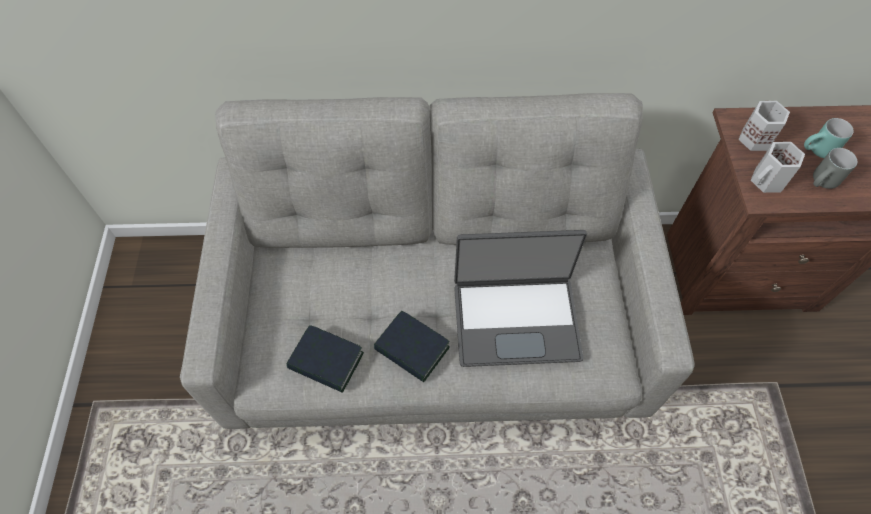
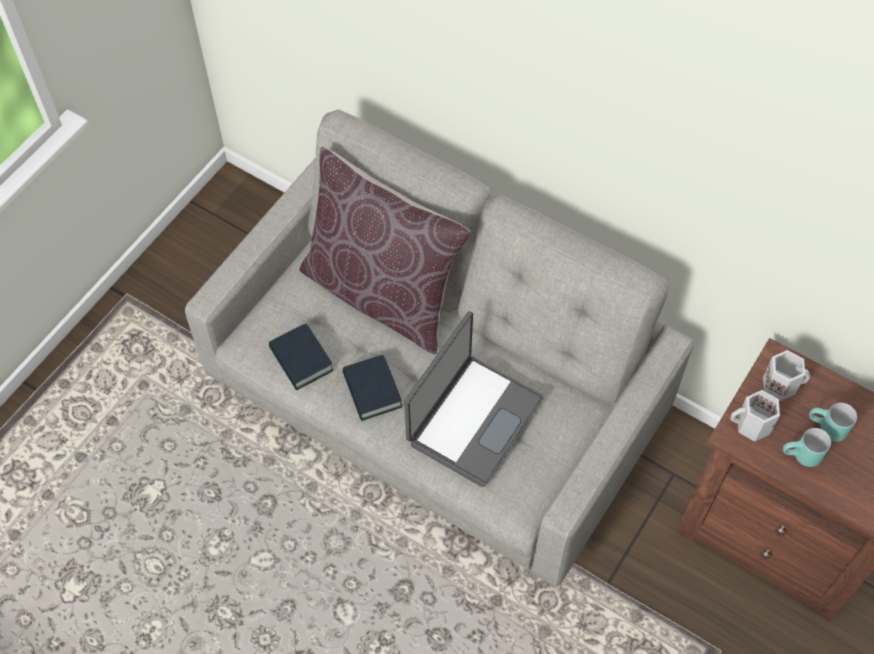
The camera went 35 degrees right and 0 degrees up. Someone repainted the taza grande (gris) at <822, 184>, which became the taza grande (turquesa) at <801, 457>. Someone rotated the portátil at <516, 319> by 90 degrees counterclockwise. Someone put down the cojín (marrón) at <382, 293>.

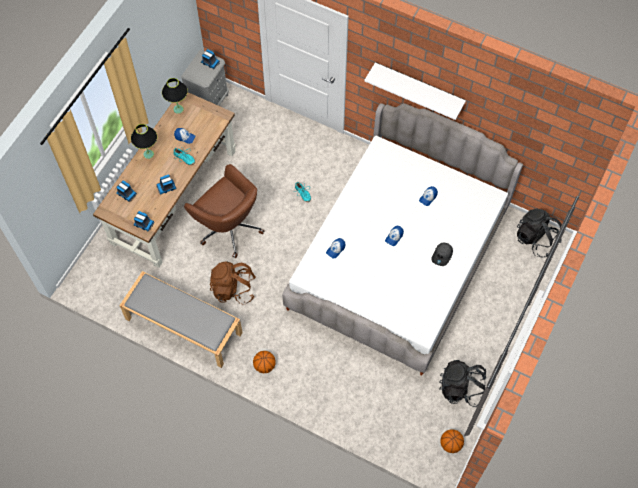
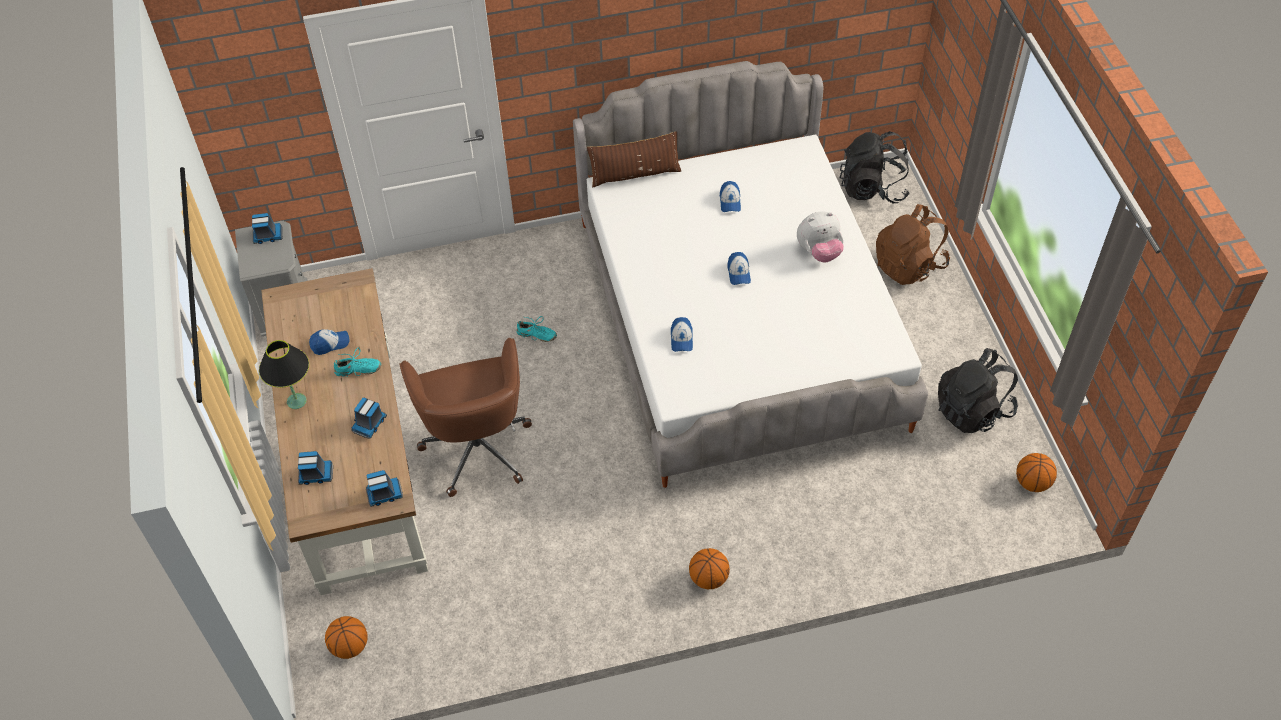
The camera went 40 degrees left and 10 degrees down. Someone took away the estante (blanco) at <419, 88>. Someone took away the lámpara de mesa (negro) at <178, 109>. Someone rotated the silla de oficina (marrón) at <229, 227> by 75 degrees clockwise. Someone swapped the gorra (gris) at <442, 255> for the peluche at <819, 252>. Someone carried the mochila (marrón) from <233, 289> to <909, 265>. Someone took away the banco (gris) at <182, 326>. Someone put down the cojín (marrón) at <635, 174>. Someone put down the balón de baloncesto at <349, 646>.

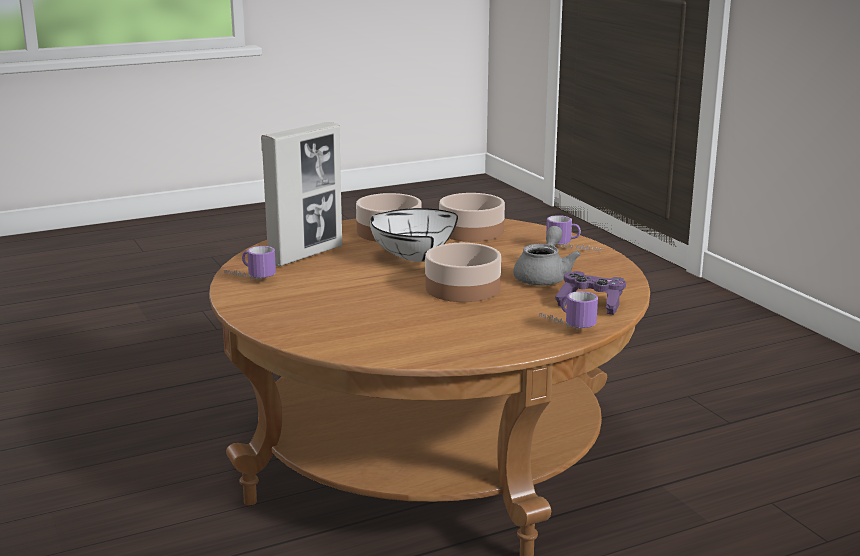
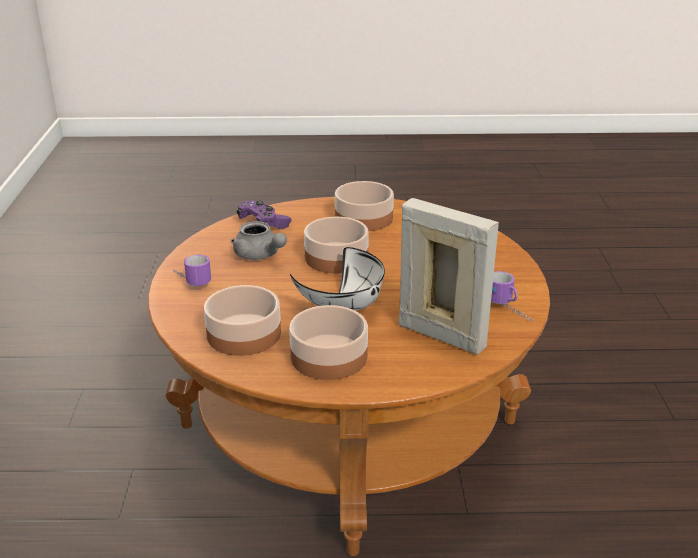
The camera went 155 degrees left and 10 degrees up. Someone rotated the portarretratos at <306, 255> by 60 degrees clockwise. Someone rotated the tetera (gris) at <544, 277> by 90 degrees counterclockwise. Someone took away the taza grande at <566, 326>. Someone put down the cuenco at <364, 218>.

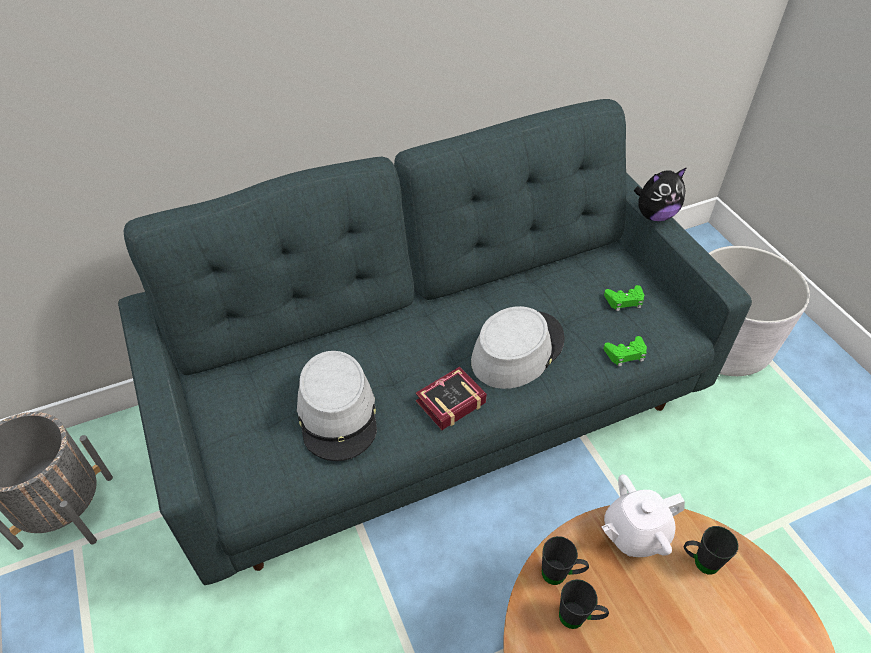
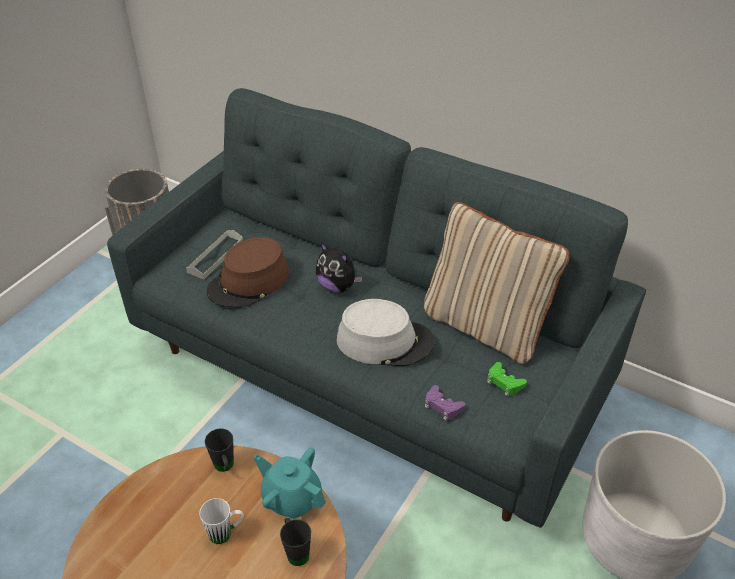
The camera went 55 degrees right and 5 degrees down. Someone carried the peluche from <654, 215> to <337, 286>. Someone repainted the mando de consola (verde) at <625, 354>, which became the mando de consola (morado) at <442, 406>. Someone repainted the sombrero (gris) at <338, 413>, which became the sombrero (marrón) at <249, 282>. Someone took away the libro at <447, 402>. Someone repainted the tetera (blanco) at <634, 533>, which became the tetera (turquesa) at <291, 498>. Someone took away the taza grande (negro) at <578, 618>. Someone put down the cojín (beis) at <485, 326>. Someone put down the bandeja (gris) at <215, 257>. Someone put down the taza grande (blanco) at <226, 533>.

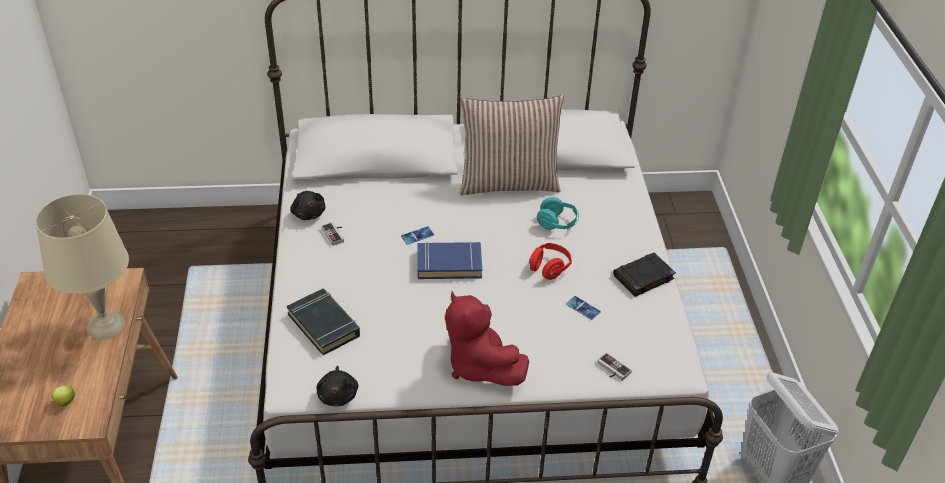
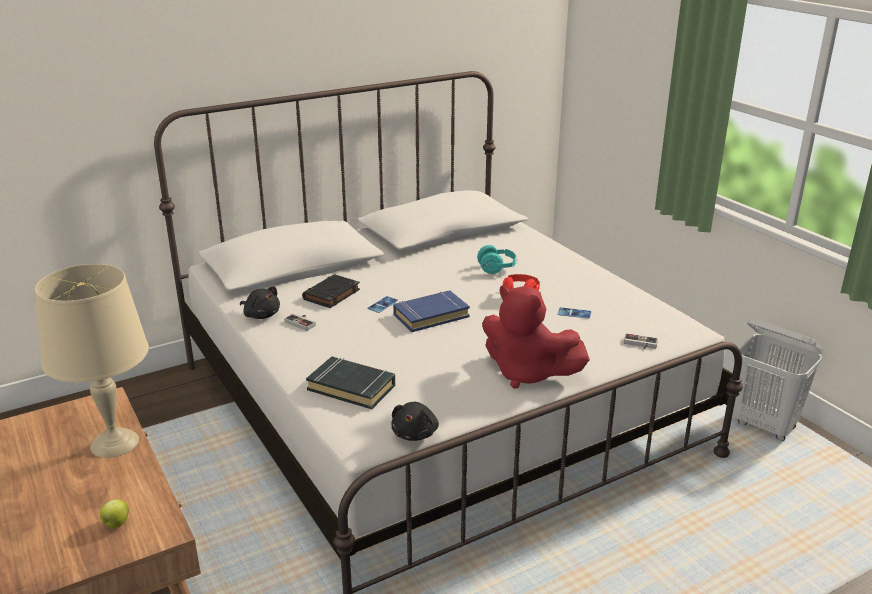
The camera went 25 degrees left and 15 degrees down. Someone took away the cojín at <509, 182>. Someone carried the libro (negro) from <643, 277> to <331, 295>. Someone rotated the peluche (negro) at <338, 395> by 45 degrees clockwise.

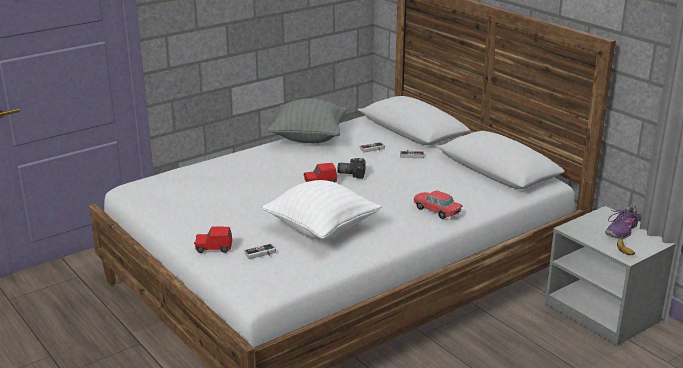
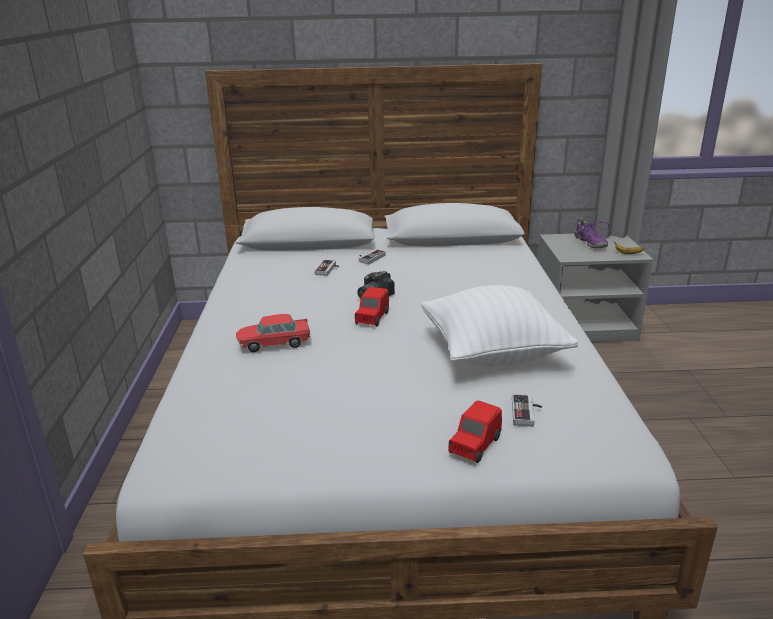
The camera went 55 degrees left and 0 degrees up. Someone took away the cojín (gris) at <309, 138>. Someone carried the coche de juguete from <436, 211> to <274, 343>.

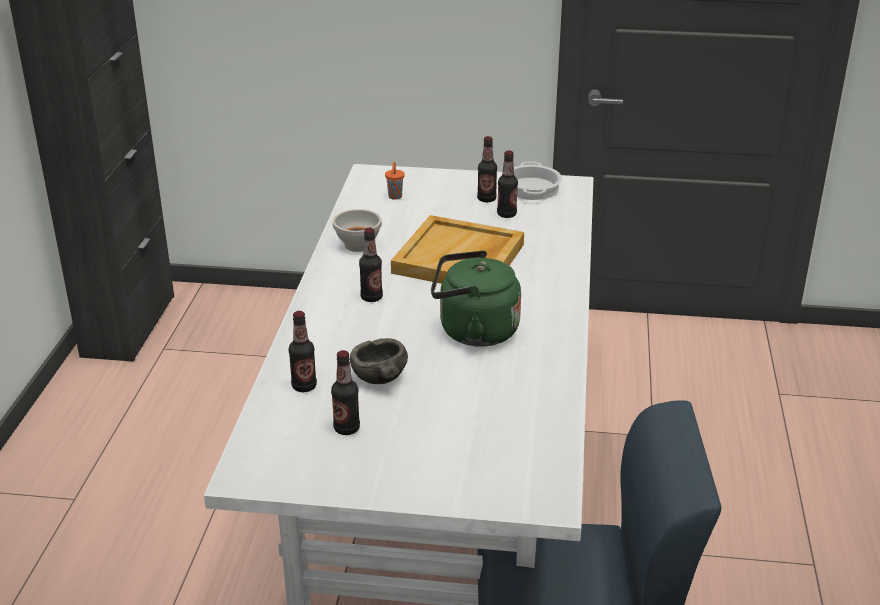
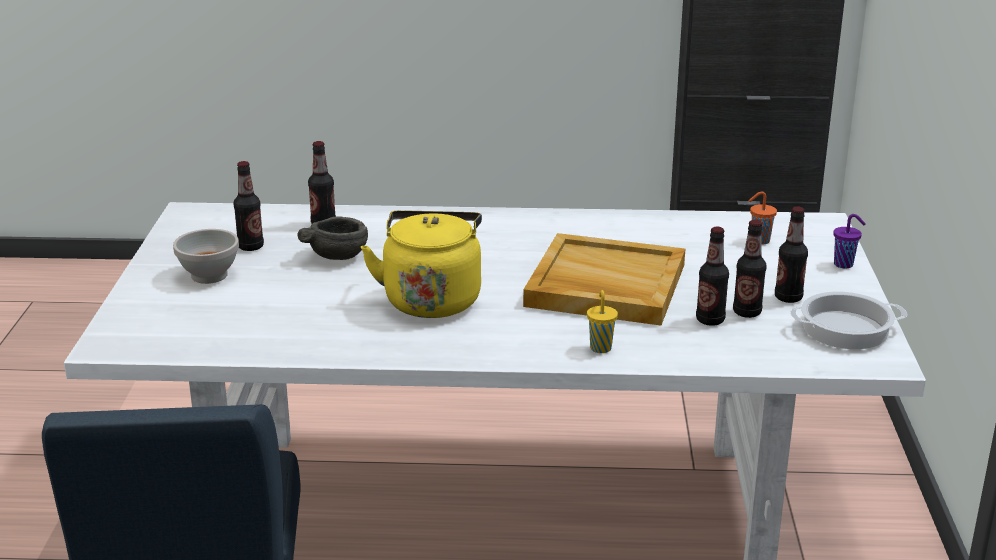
The camera went 85 degrees right and 5 degrees down. Someone carried the cuenco (blanco) from <358, 245> to <210, 275>. Someone carried the botella from <371, 297> to <710, 320>. Someone repainted the hervidor (verde) at <473, 331>, which became the hervidor (amarillo) at <432, 299>. Someone put down the taza (morado) at <844, 264>. Someone put down the taza (amarillo) at <600, 347>.

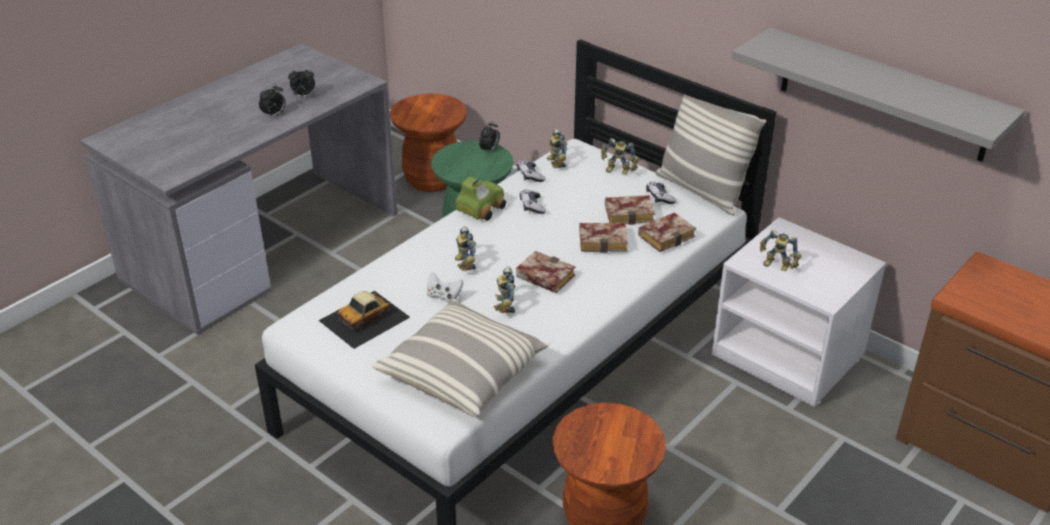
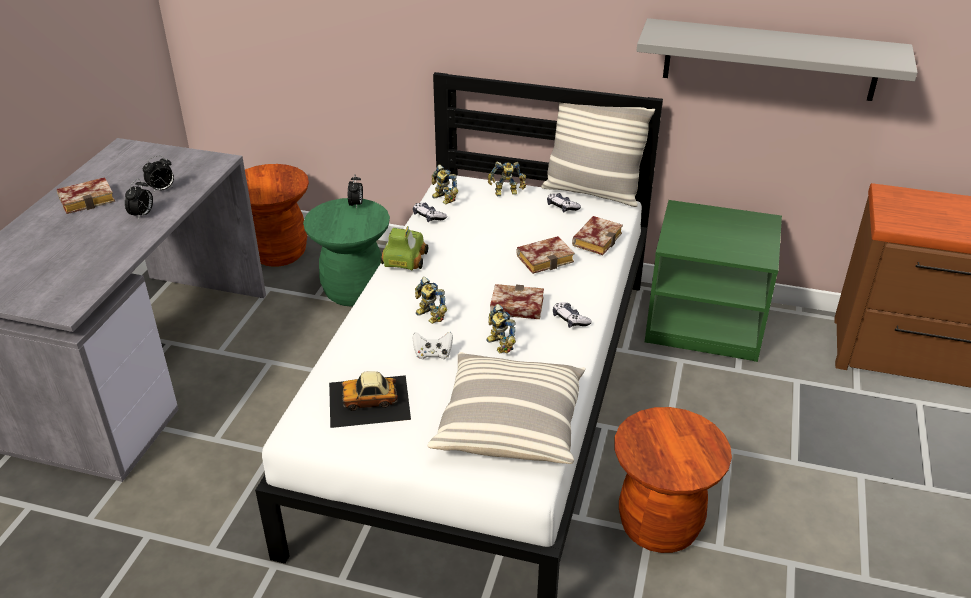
The camera went 25 degrees left and 0 degrees up. Someone carried the mando de consola from <532, 206> to <570, 320>. Someone carried the libro from <631, 213> to <89, 199>. Someone repainted the mesita de noche (blanco) at <789, 355>, which became the mesita de noche (verde) at <706, 323>. Someone took away the robot de juguete at <777, 266>. Someone rotated the coche de juguete at <365, 318> by 60 degrees clockwise.

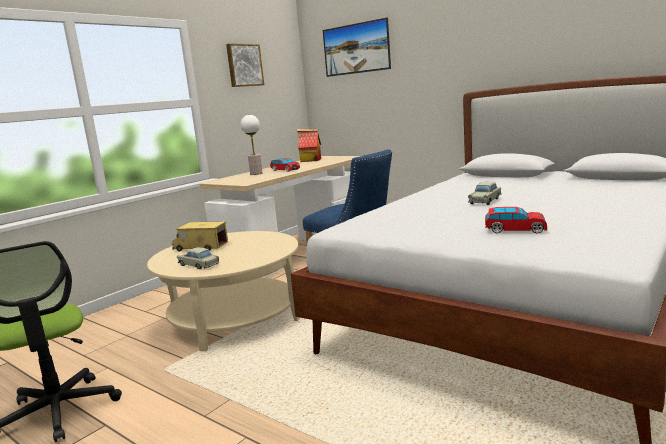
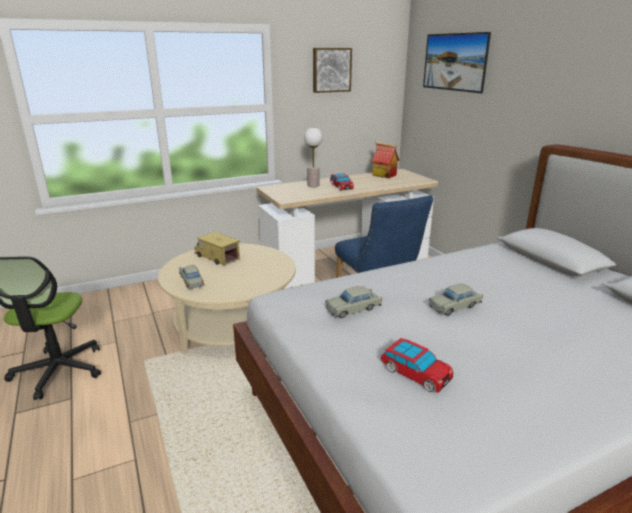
The camera went 25 degrees right and 10 degrees up. Someone put down the coche de juguete (beis) at <353, 309>.

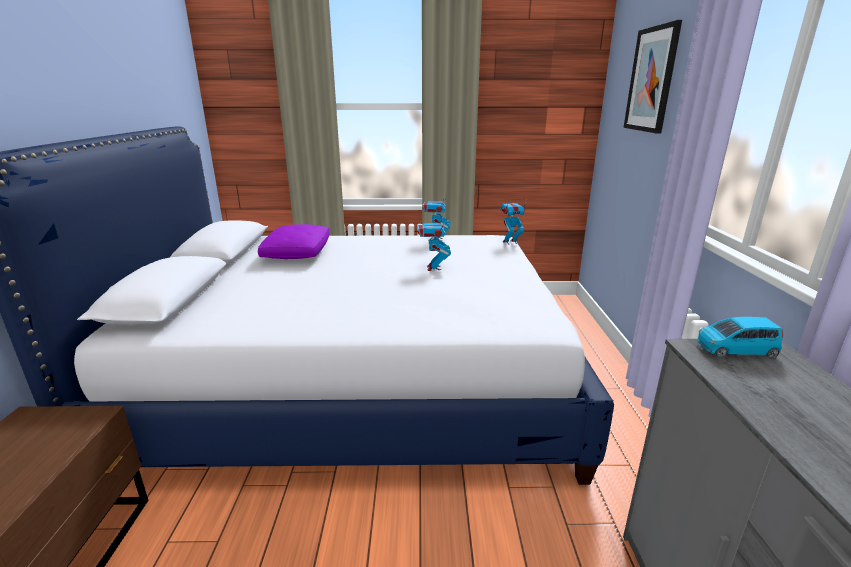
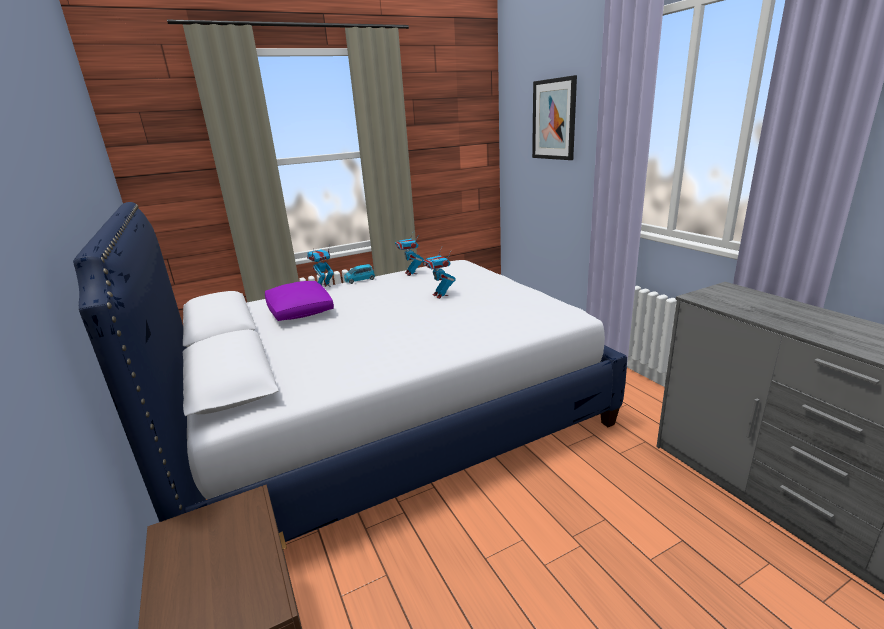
The camera went 25 degrees left and 0 degrees up. Someone carried the robot de juguete from <510, 242> to <323, 286>. Someone carried the coche de juguete (azul) from <735, 350> to <360, 280>.

